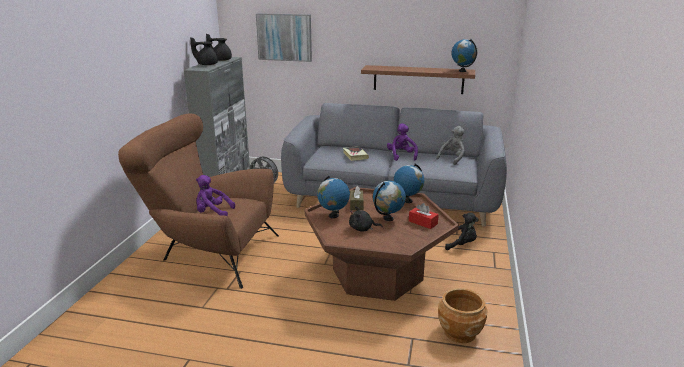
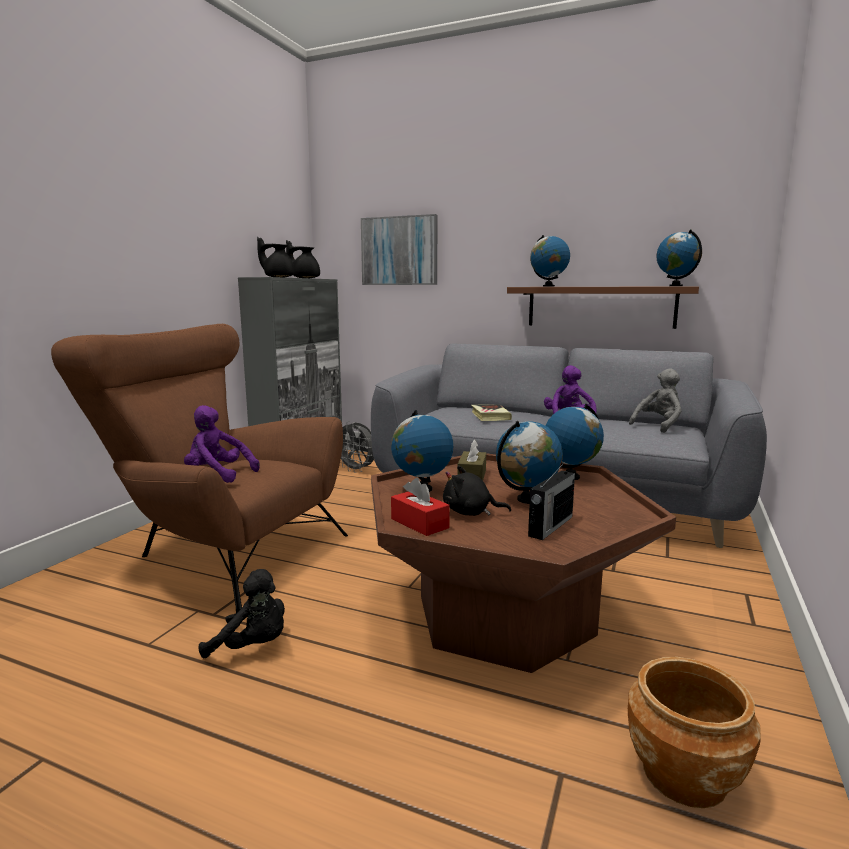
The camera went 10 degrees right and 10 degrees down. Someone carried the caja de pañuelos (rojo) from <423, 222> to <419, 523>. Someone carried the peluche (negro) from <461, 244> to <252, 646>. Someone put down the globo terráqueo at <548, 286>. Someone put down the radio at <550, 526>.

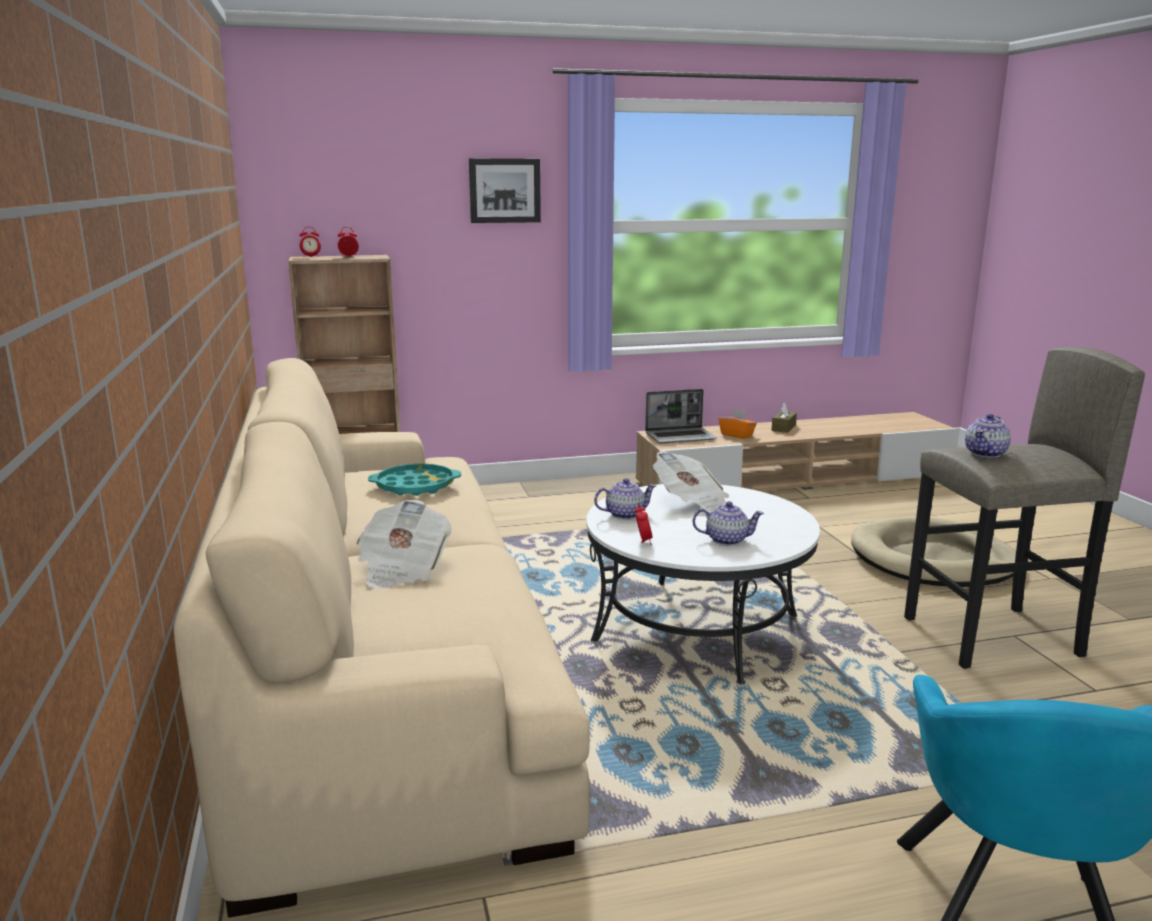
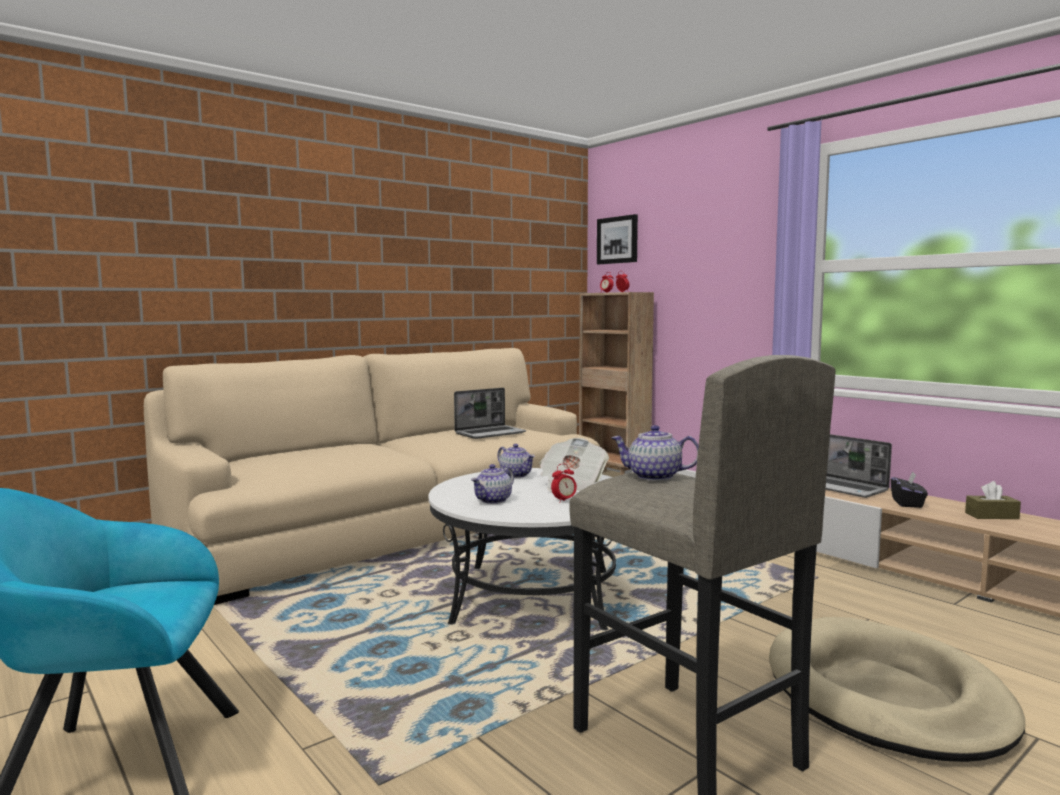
The camera went 65 degrees right and 10 degrees down. Someone carried the cuadro from <504, 190> to <617, 240>. Someone repainted the caja de pañuelos (naranja) at <737, 435>, which became the caja de pañuelos (negro) at <907, 503>. Someone swapped the bandeja (turquesa) at <415, 486> for the portátil at <490, 433>. Someone took away the periódico at <402, 569>. Someone rotated the tetera at <727, 540> by 60 degrees clockwise. Someone carried the despertador from <643, 542> to <564, 500>.

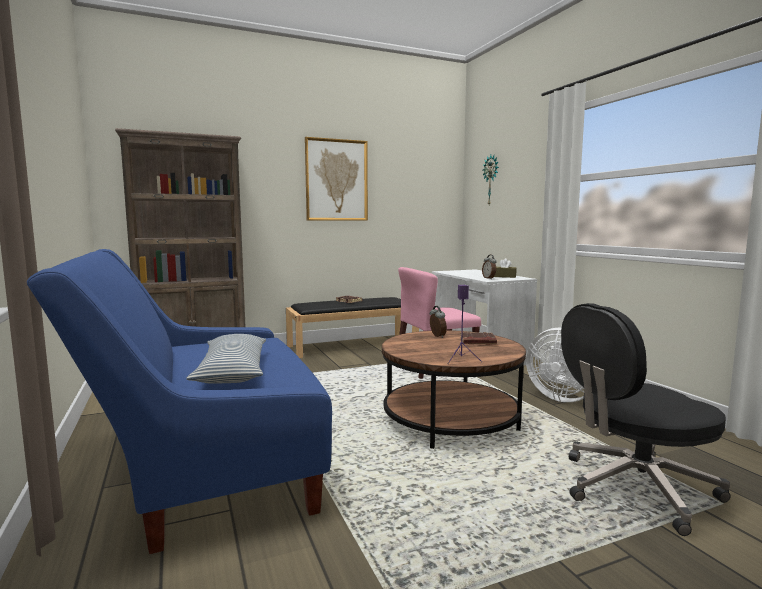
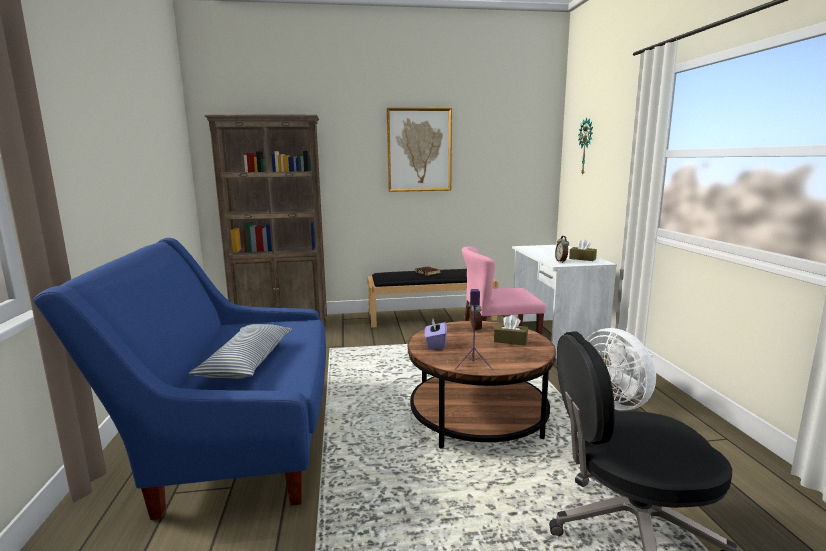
The camera went 15 degrees right and 5 degrees up. Someone swapped the libro (marrón) at <477, 342> for the caja de pañuelos (marrón) at <510, 341>. Someone put down the caja de pañuelos (morado) at <435, 344>.

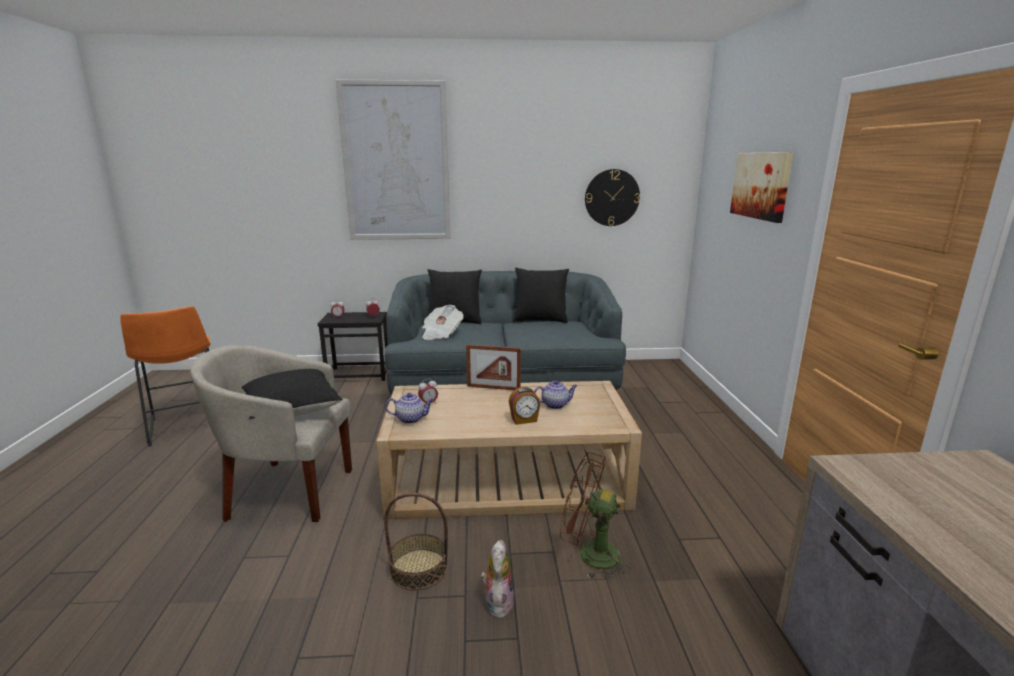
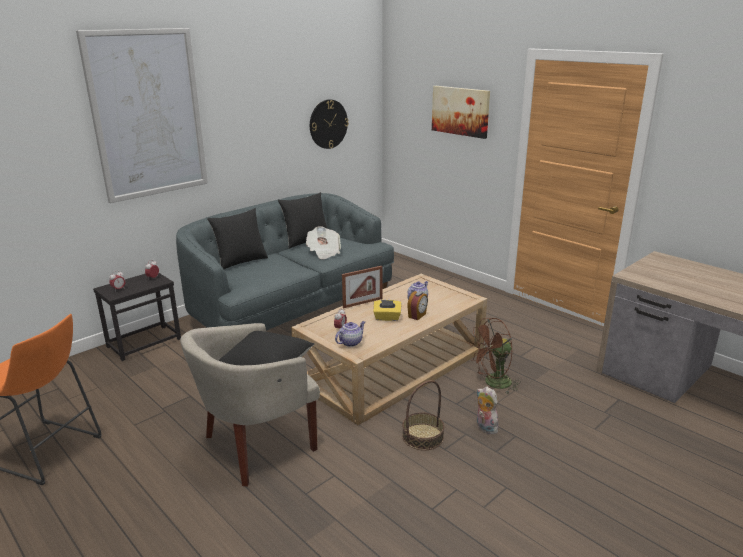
The camera went 40 degrees left and 5 degrees up. Someone carried the periódico from <441, 334> to <324, 252>. Someone put down the caja de pañuelos (amarillo) at <387, 318>.

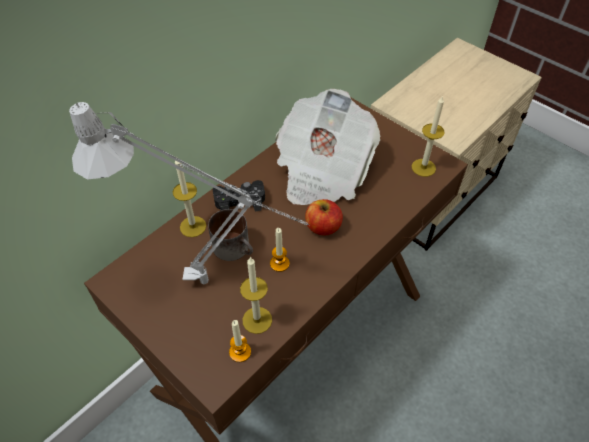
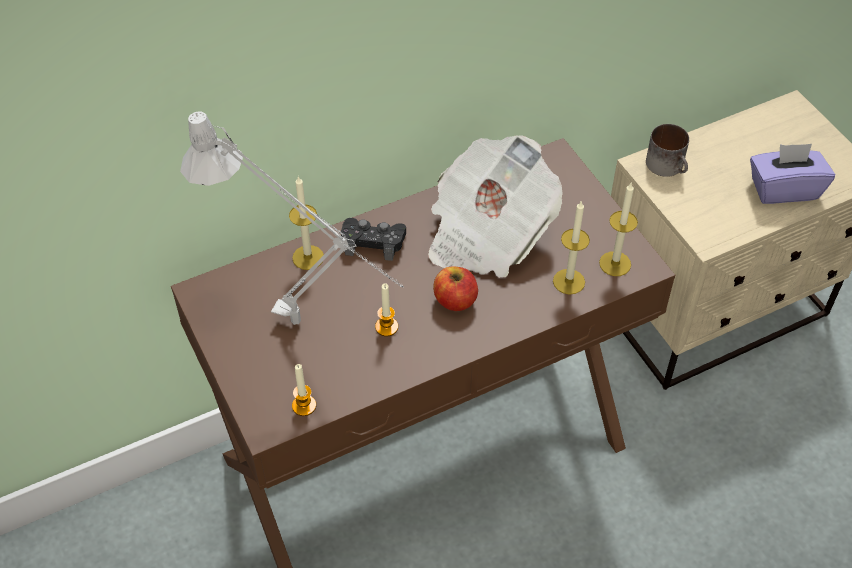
The camera went 20 degrees right and 0 degrees up. Someone carried the taza grande from <235, 248> to <669, 166>. Someone carried the vela from <257, 320> to <569, 281>. Someone put down the caja de pañuelos (morado) at <784, 189>.

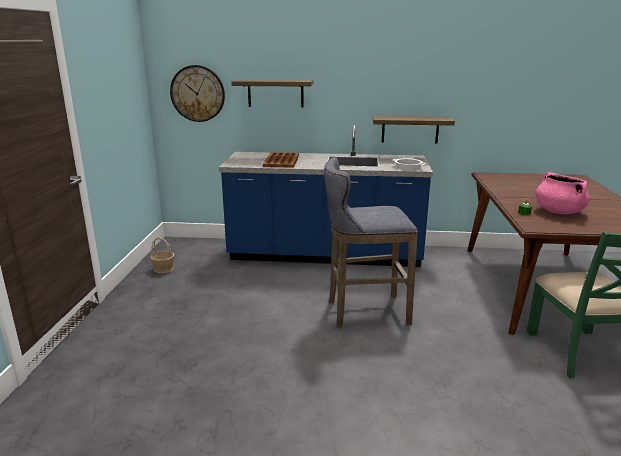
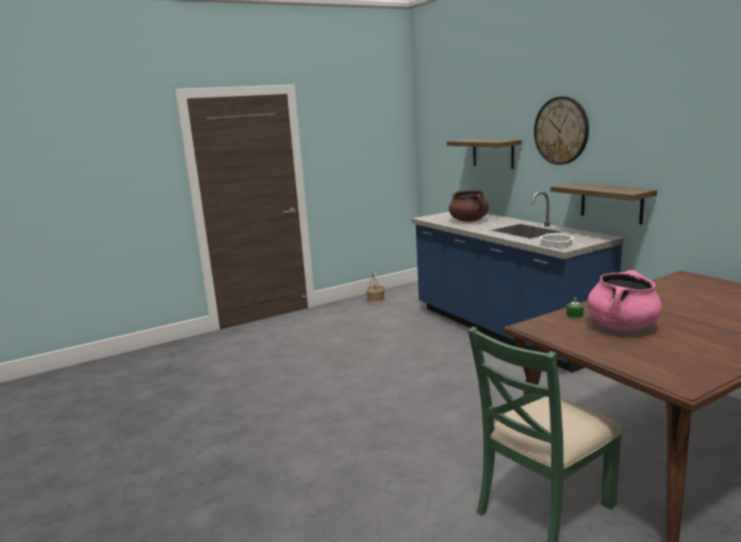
The camera went 55 degrees right and 5 degrees down. Someone carried the reloj de pared from <197, 93> to <561, 130>. Someone swapped the bandeja (marrón) at <282, 160> for the olla (marrón) at <469, 221>. Someone took away the taburete (gris) at <363, 312>.

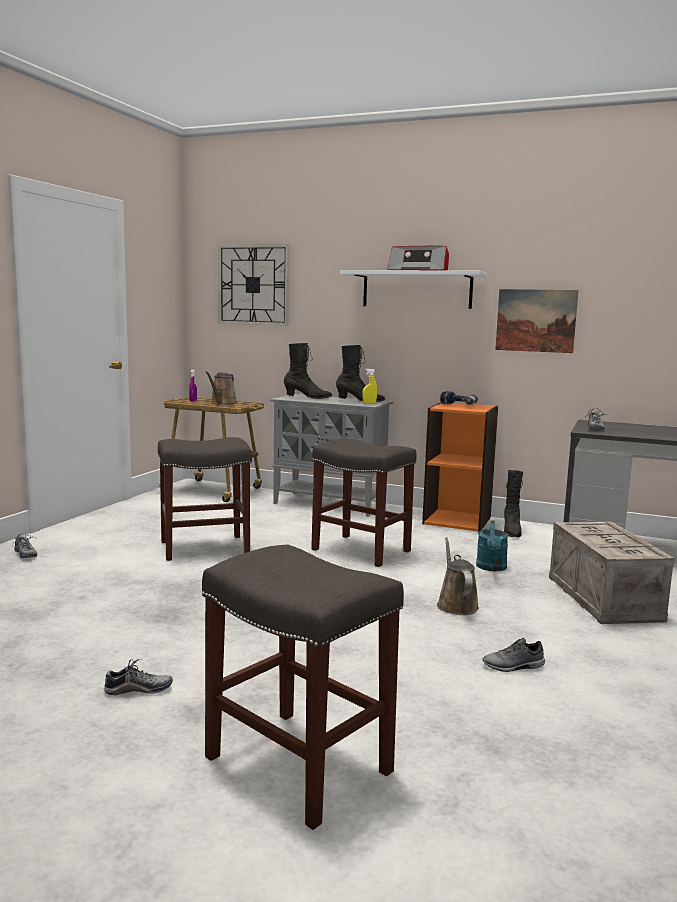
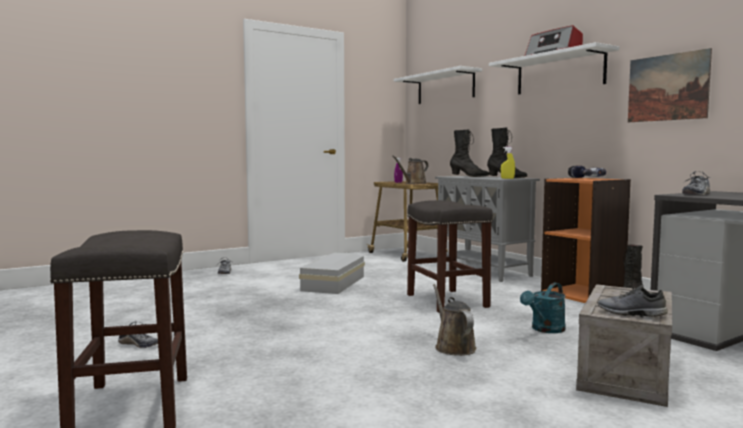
The camera went 35 degrees right and 5 degrees down. Someone swapped the reloj de pared at <253, 285> for the estante (blanco) at <445, 87>. Someone swapped the taburete (gris) at <206, 547> for the caja de almacenaje (blanco) at <335, 283>. Someone rotated the regadera (marrón) at <456, 605> by 45 degrees counterclockwise. Someone carried the zapato (gris) from <513, 666> to <630, 313>.

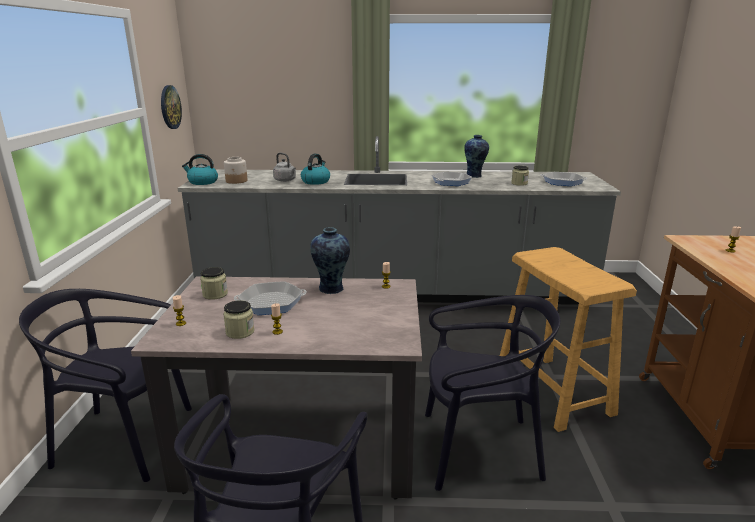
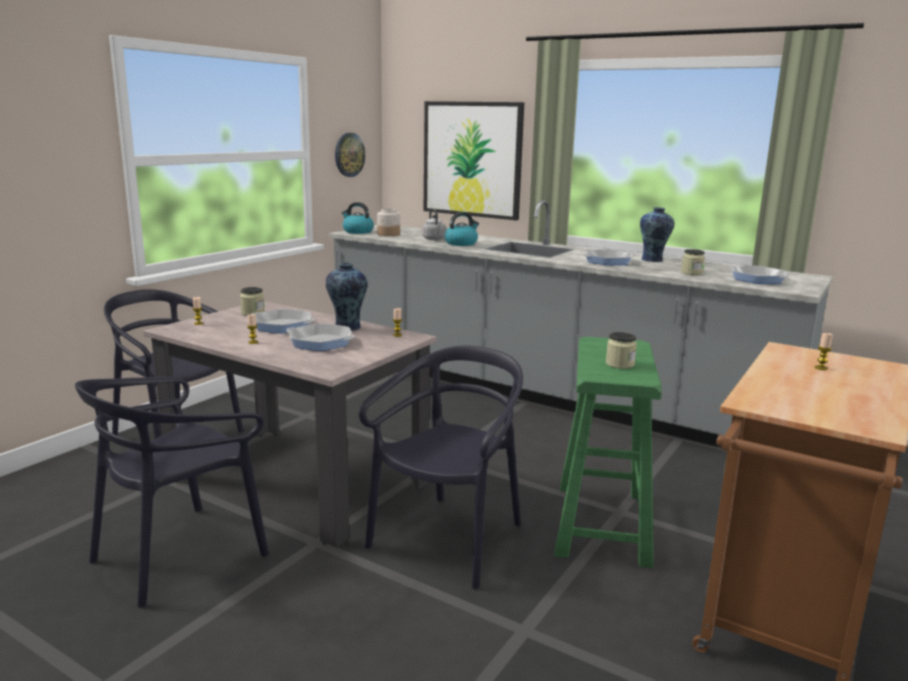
The camera went 30 degrees right and 5 degrees down. Someone repainted the taburete (beis) at <553, 392>, which became the taburete (verde) at <601, 524>. Someone rotated the silla (negro) at <479, 449> by 90 degrees counterclockwise. Someone carried the tarro from <240, 332> to <620, 364>. Someone put up the cuadro at <472, 159>. Someone put down the sartén at <320, 342>.

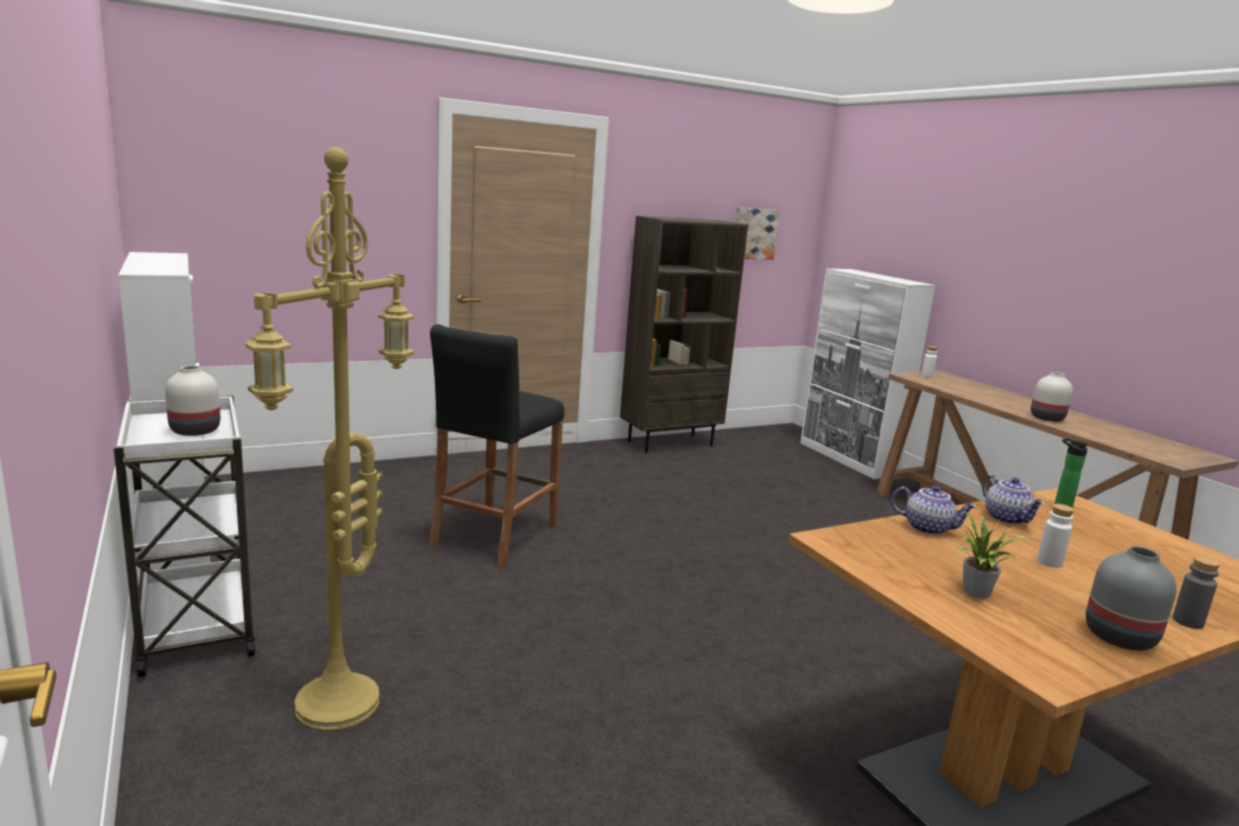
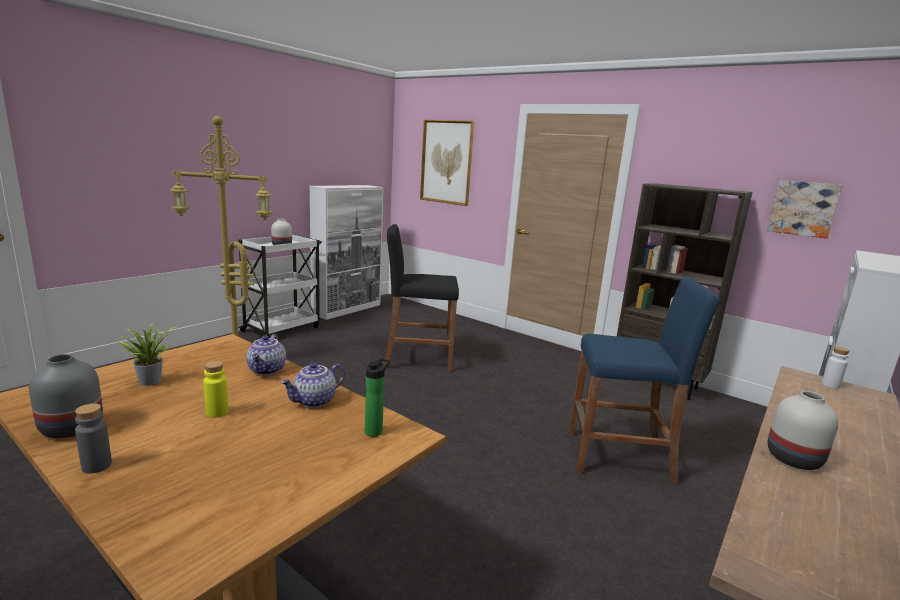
The camera went 65 degrees right and 0 degrees up. Someone repainted the botella (blanco) at <1049, 562>, which became the botella (amarillo) at <217, 412>. Someone put up the cuadro at <446, 162>. Someone put down the taburete (azul) at <619, 457>.

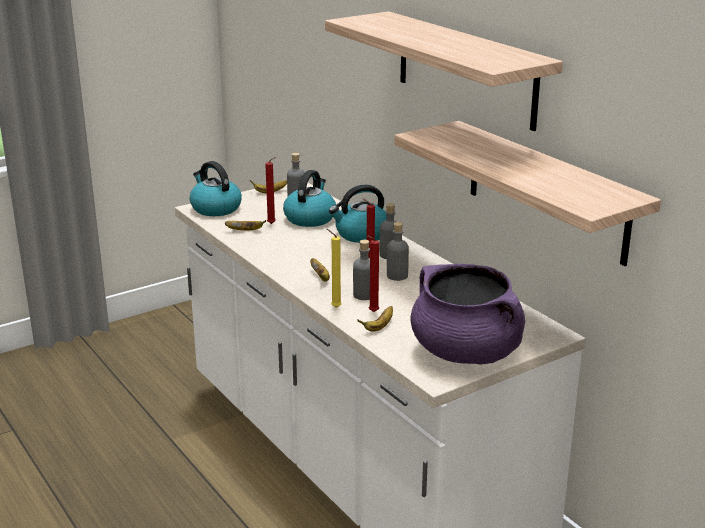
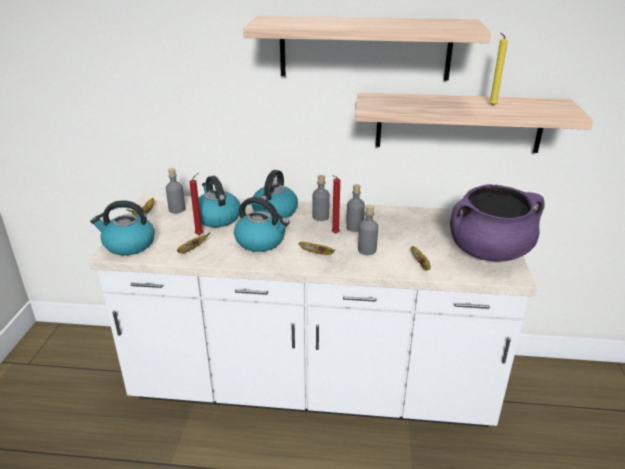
The camera went 50 degrees left and 5 degrees up. Someone carried the vela (amarillo) from <334, 307> to <491, 106>. Someone took away the vela (rojo) at <372, 312>. Someone put down the hervidor at <261, 241>.

